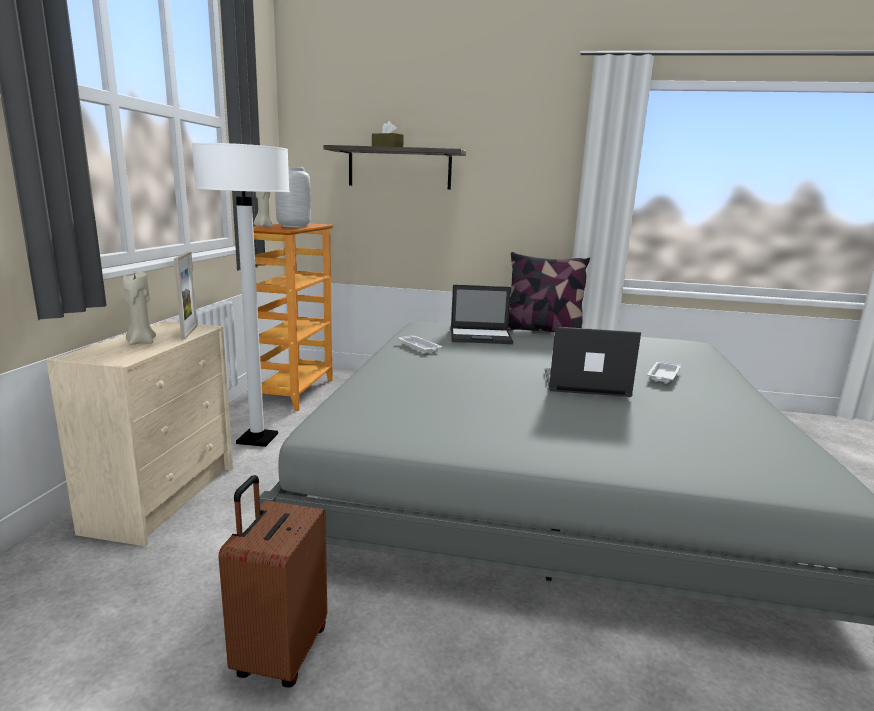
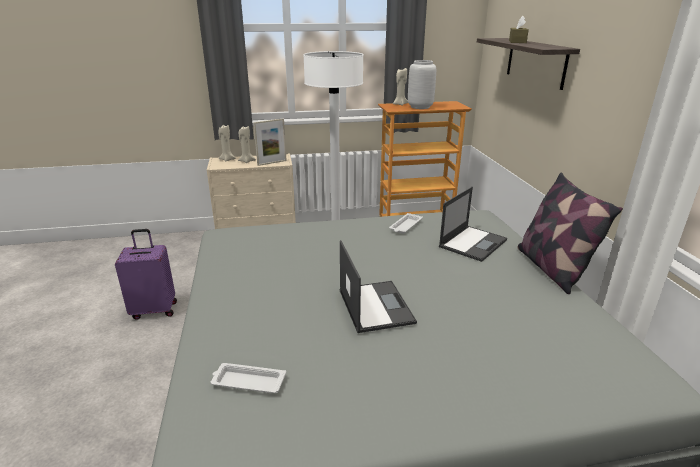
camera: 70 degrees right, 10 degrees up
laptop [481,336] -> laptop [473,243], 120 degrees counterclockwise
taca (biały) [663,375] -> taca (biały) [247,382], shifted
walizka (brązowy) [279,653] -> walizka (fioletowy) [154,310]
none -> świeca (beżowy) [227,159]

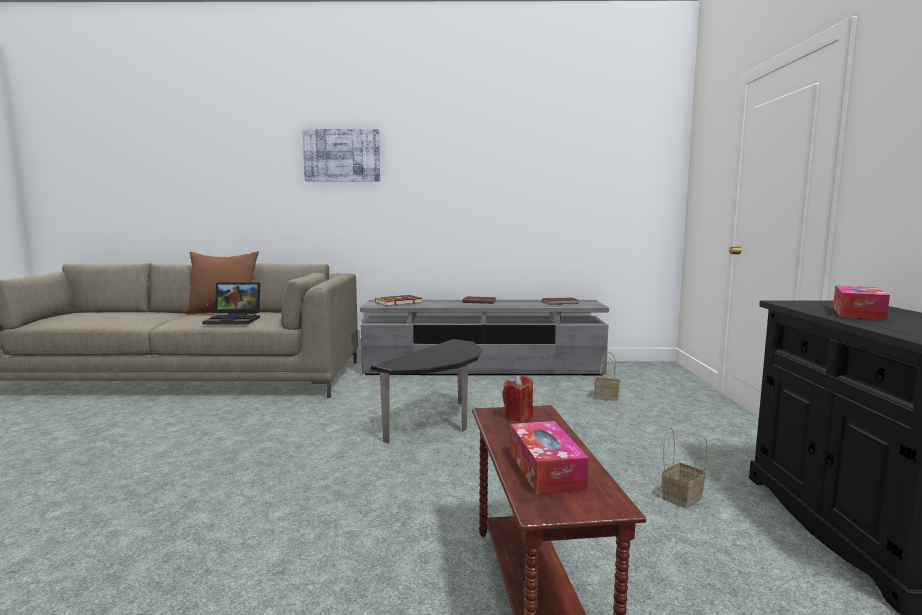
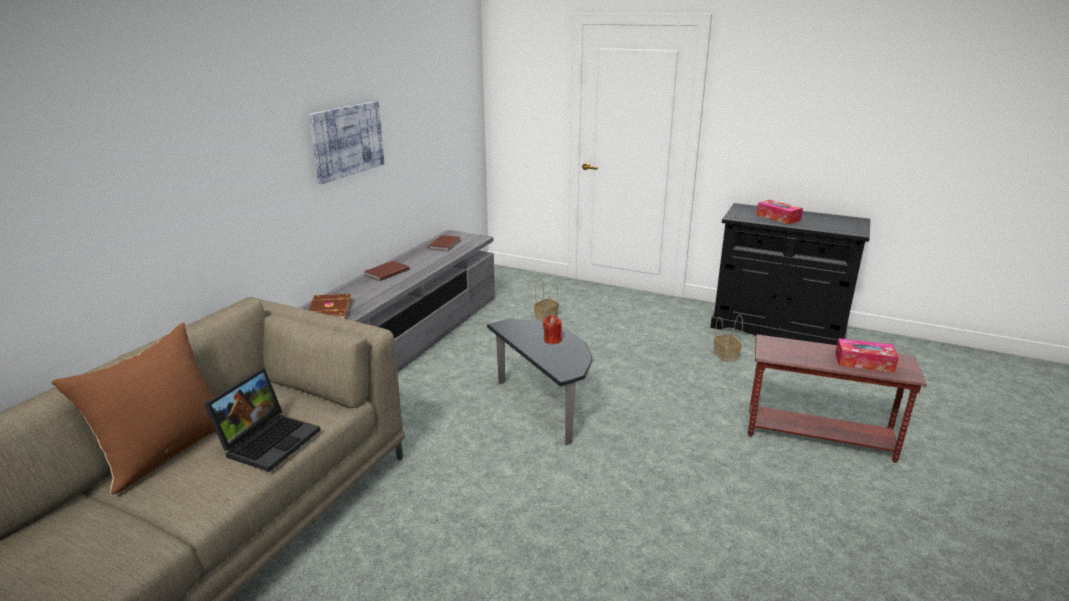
camera: 65 degrees left, 15 degrees up
obraz [342,155] -> obraz [347,140], shifted
świeca (czerwony) [518,416] -> świeca (czerwony) [552,340], shifted

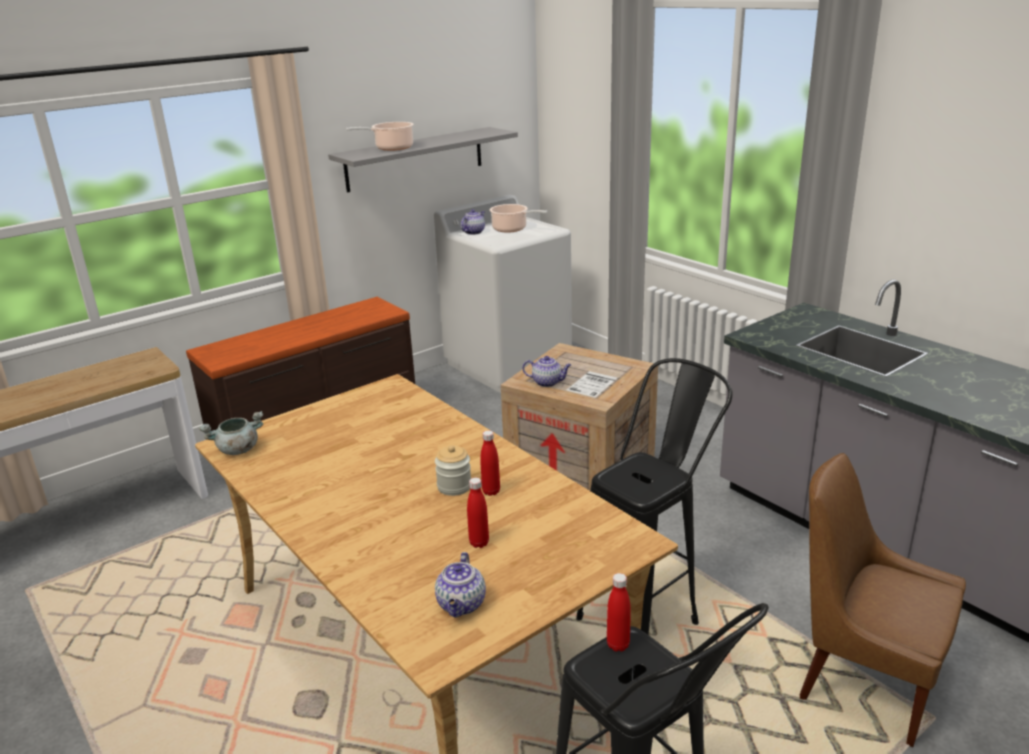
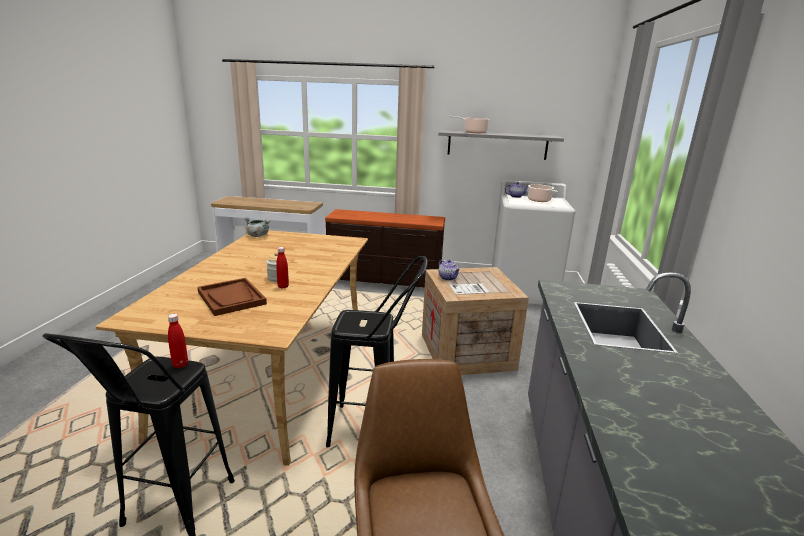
camera: 45 degrees right, 5 degrees down
butelka (czerwony) [479,543] -> taca (brązowy) [231,298]
imbryk [462,605] -> none

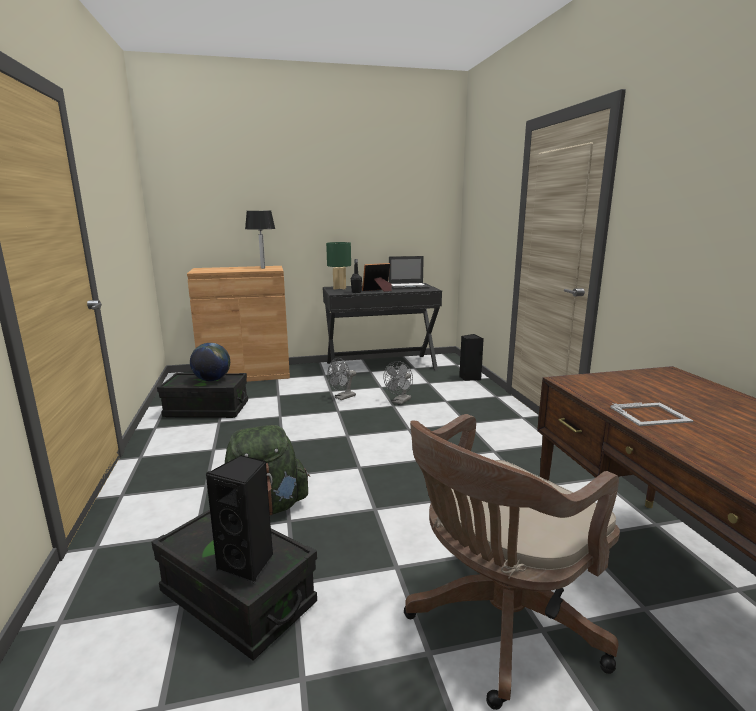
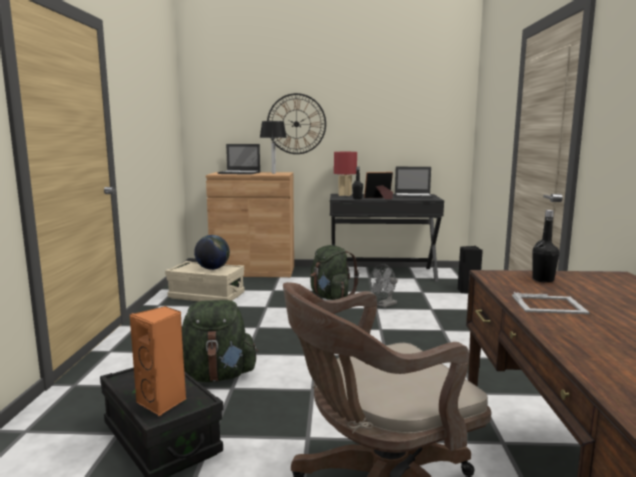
camera: 15 degrees right, 5 degrees down
lampa stołowa (zielony) [339,288] -> lampa stołowa (czerwony) [344,195]
wentylator (szary) [342,397] -> plecak (zielony) [331,297]
pojemnik do przechowywania (czarny) [207,410] -> pojemnik do przechowywania (beżowy) [206,296]
głośnik (czarny) [248,564] -> głośnik (pomarańczowy) [163,402]
none -> zegar ścienny [296,124]
none -> laptop [240,173]
none -> butelka (czarny) [543,280]

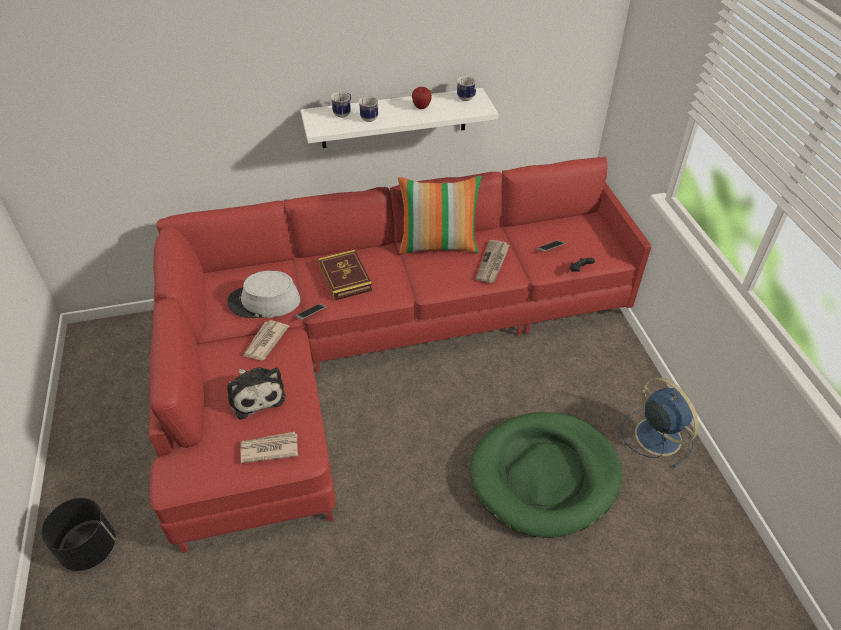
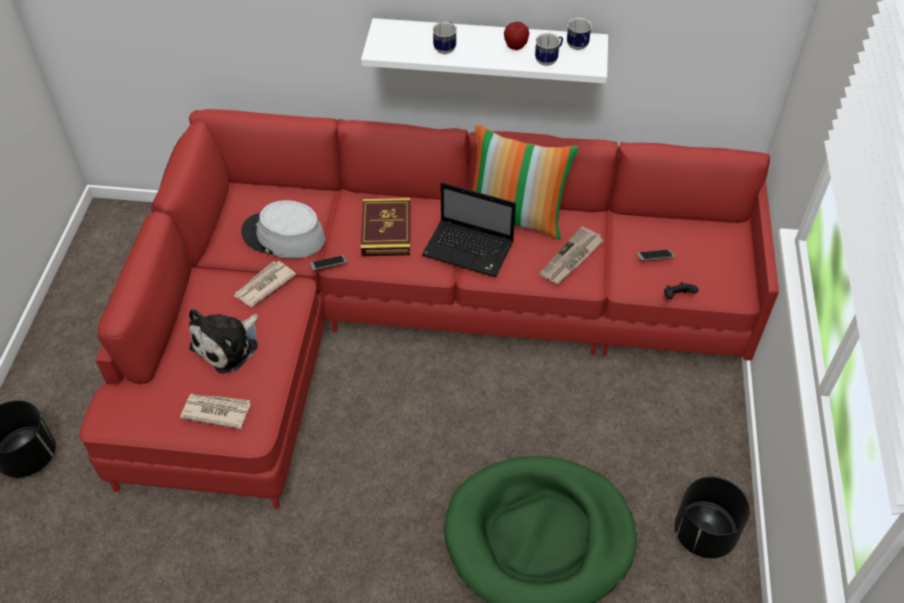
camera: 20 degrees right, 5 degrees up
kubek [343,113] -> kubek [548,60], shifted
pluszak [256,394] -> pluszak [228,345], 45 degrees clockwise
wentylator (niebieski) [656,435] -> donica (czarny) [703,533]
none -> laptop [470,249]

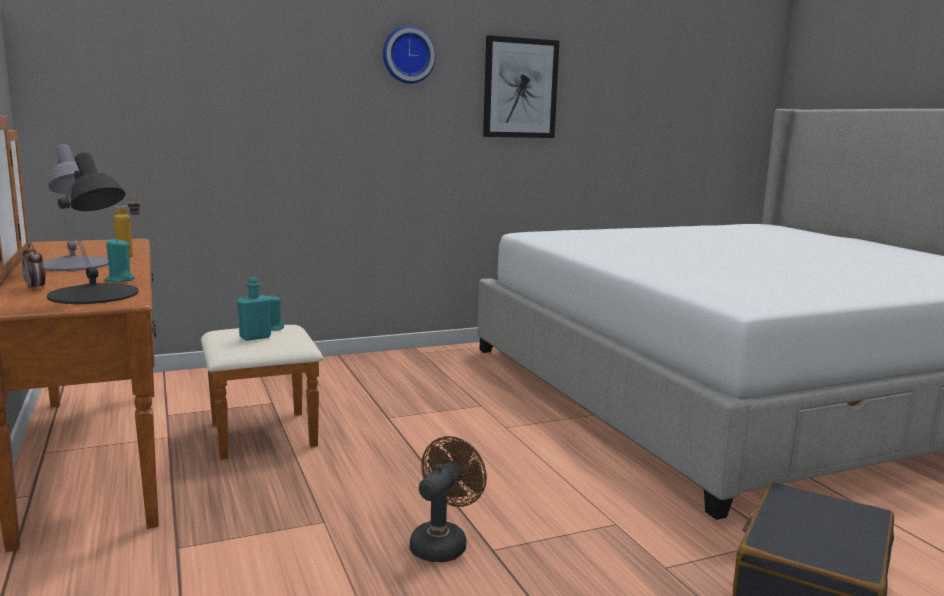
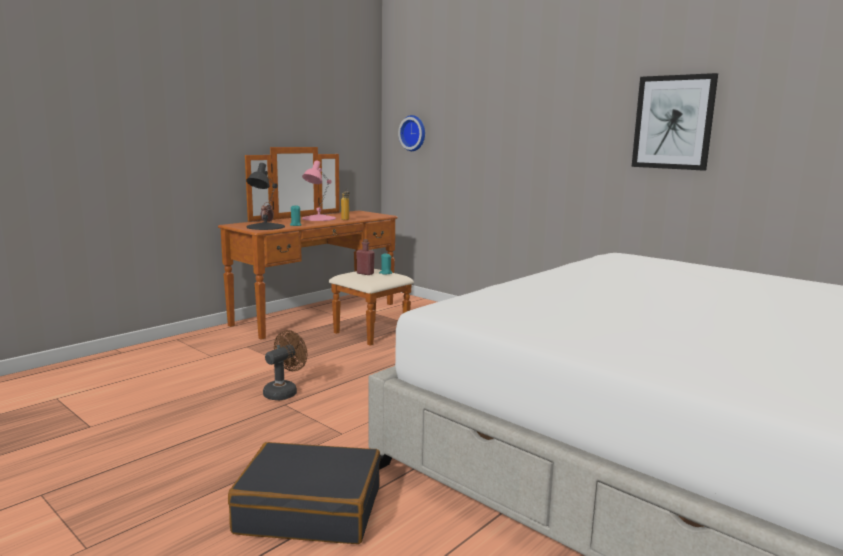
camera: 65 degrees right, 0 degrees up
zegar ścienny [407,55] -> zegar ścienny [414,133], shifted
lampa stołowa (szary) [73,264] -> lampa stołowa (różowy) [318,218]
butelka (turkusowy) [255,337] -> butelka (czerwony) [365,273]
wentylator (brązowy) [443,543] -> wentylator (brązowy) [284,392], 60 degrees counterclockwise

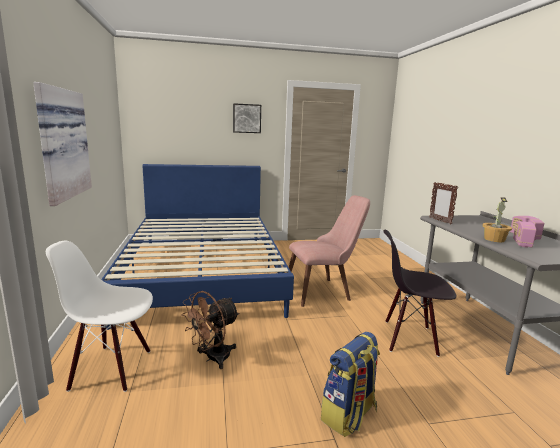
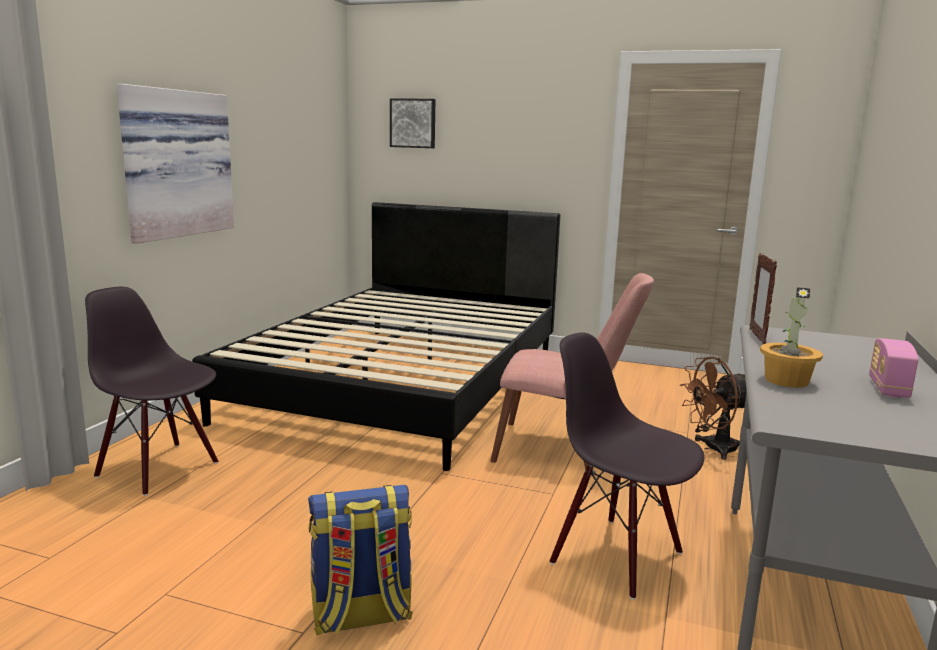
camera: 30 degrees right, 0 degrees up
obraz [247,118] -> obraz [413,123], shifted
łóżko (niebieski) [204,272] -> łóżko (czarny) [404,383]
radio [521,243] -> none
krzesło (biały) [112,368] -> krzesło (czarny) [159,468]
wentylator (brązowy) [212,358] -> wentylator (brązowy) [713,448], shifted

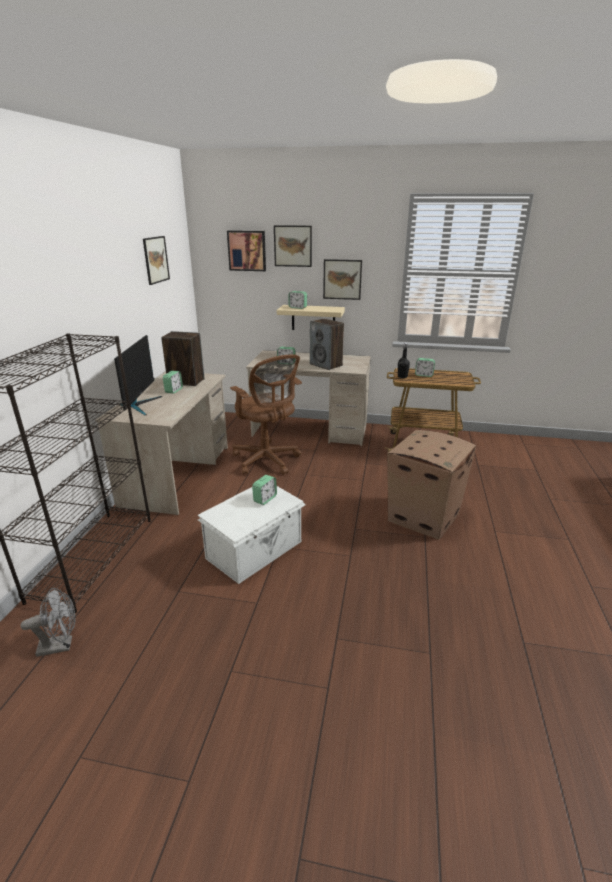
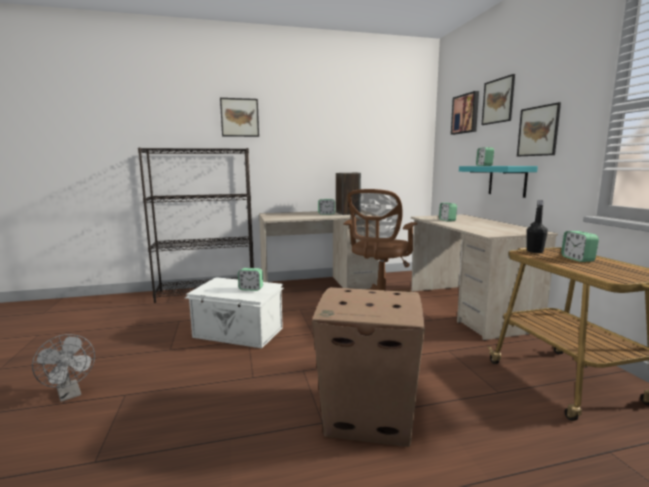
camera: 65 degrees right, 15 degrees down
obraz [156,260] -> obraz [239,117], shifted
półka (beżowy) [313,318] -> półka (turkusowy) [507,181]
głośnik [326,365] -> none
monitor [139,405] -> none
wentylator (szary) [61,645] -> wentylator (szary) [70,394], shifted

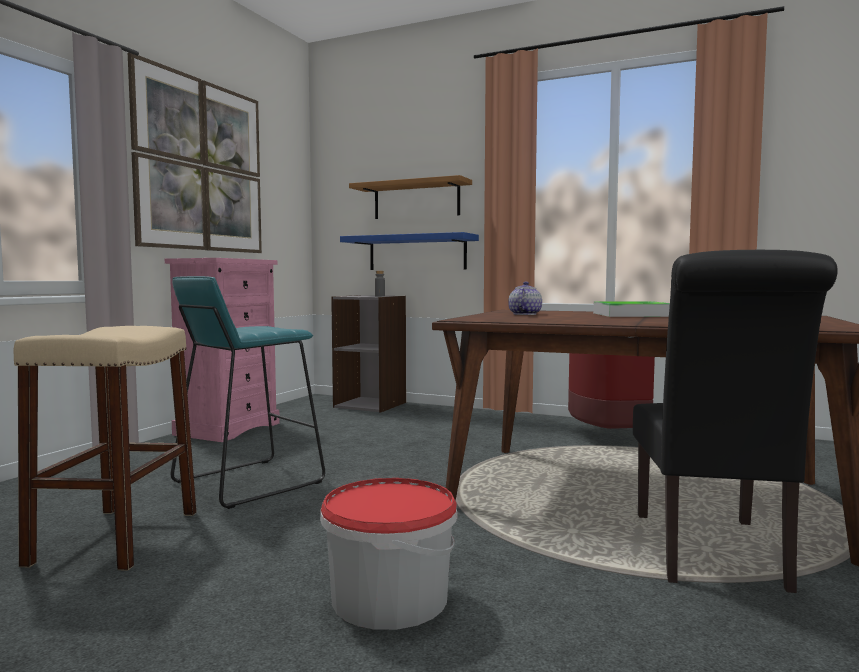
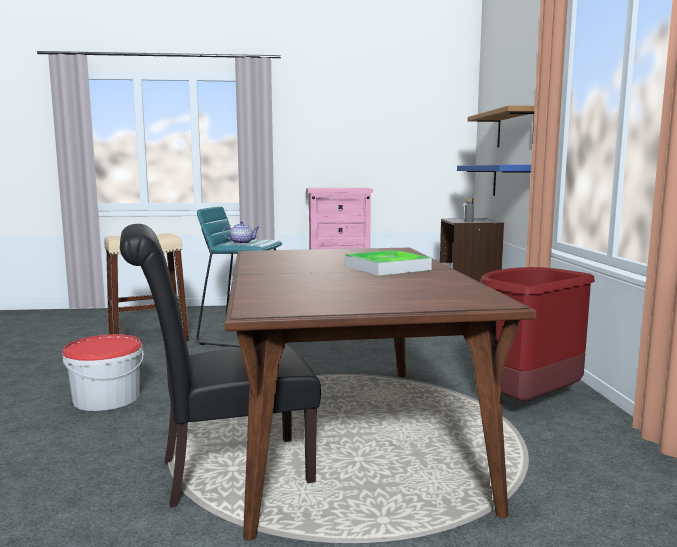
camera: 60 degrees right, 5 degrees up
obraz [201,166] -> none
imbryk [524,314] -> imbryk [242,243], shifted

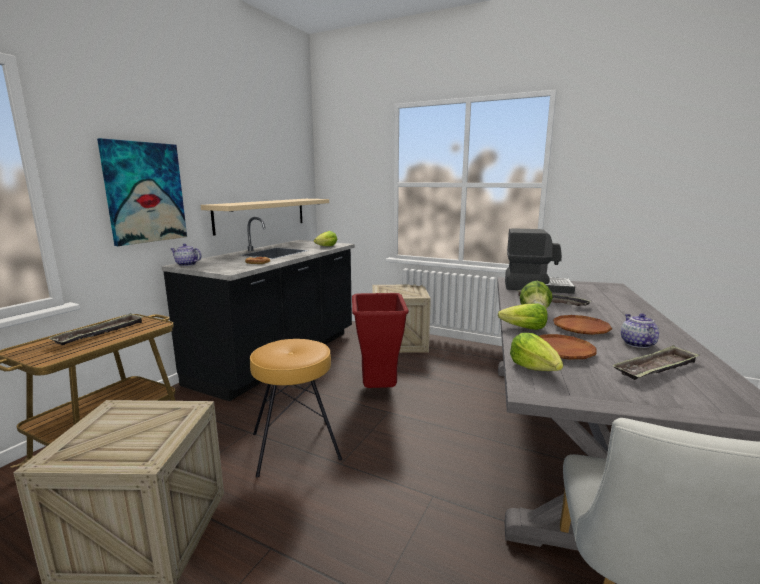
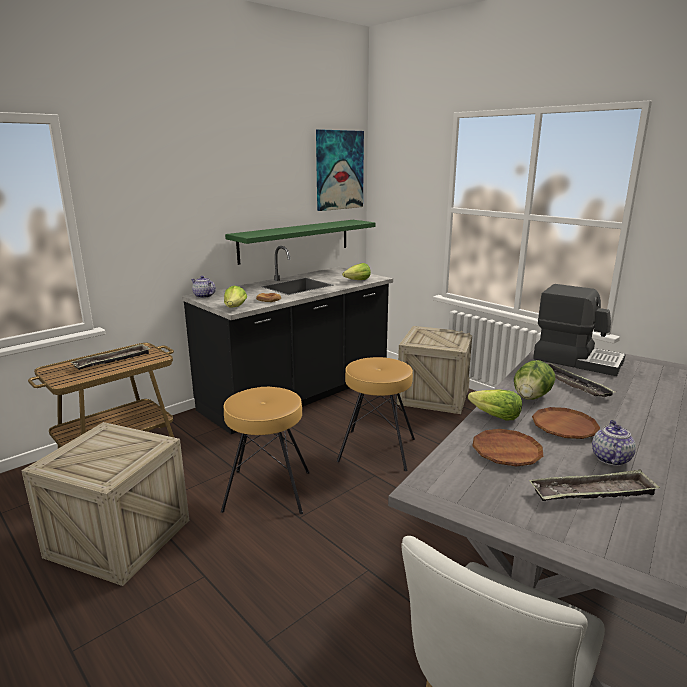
camera: 20 degrees right, 5 degrees up
obraz [145,192] -> obraz [339,170], shifted
półka (beżowy) [262,214] -> półka (zielony) [295,240]
kosz na śmieci (czerwony) [377,390] -> stołek (brązowy) [377,449]
sałata [535,368] -> sałata [235,308], shifted

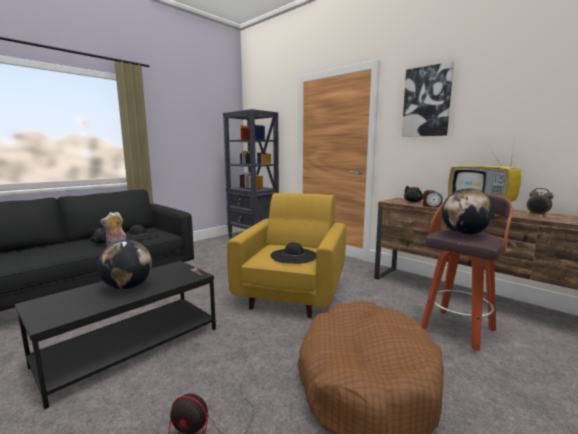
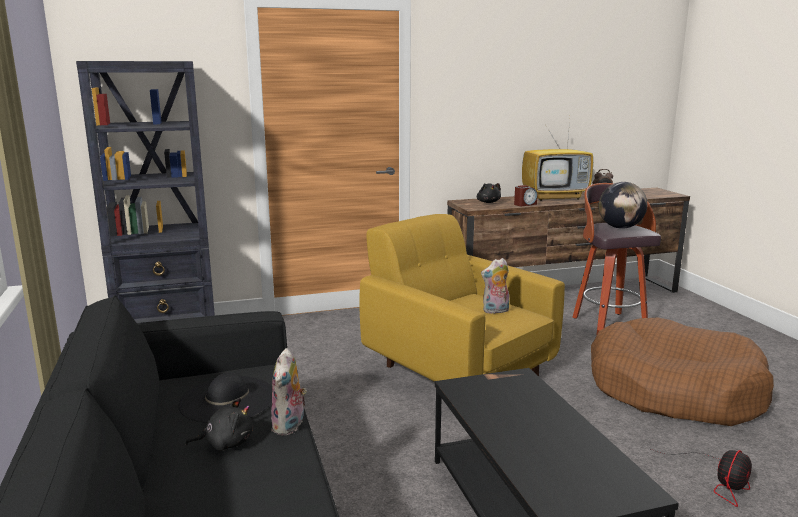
camera: 60 degrees left, 5 degrees up
obraz [427,102] -> none
globus [128,287] -> none
kapelusz (czarny) [294,255] -> pluszak [495,311]

